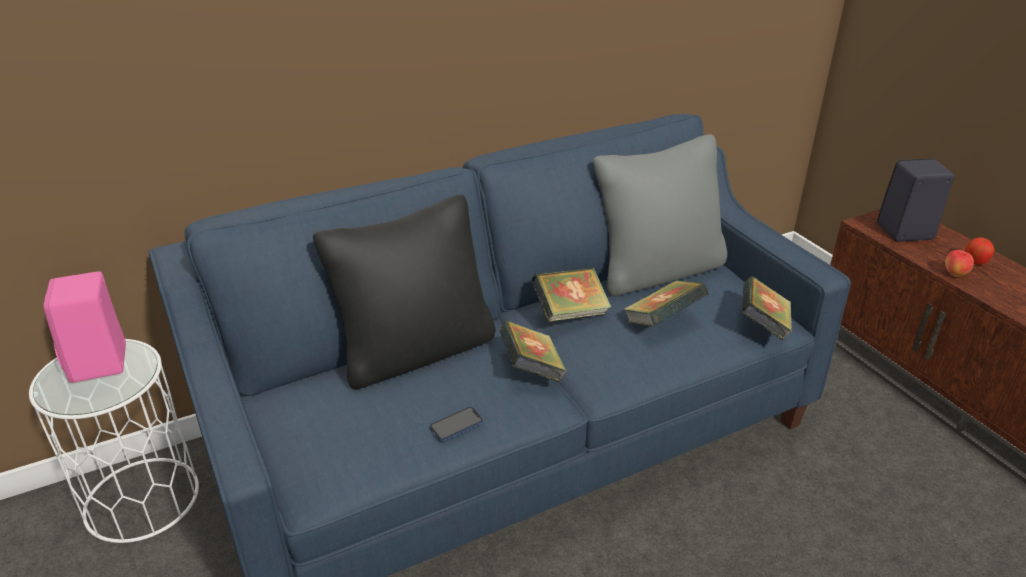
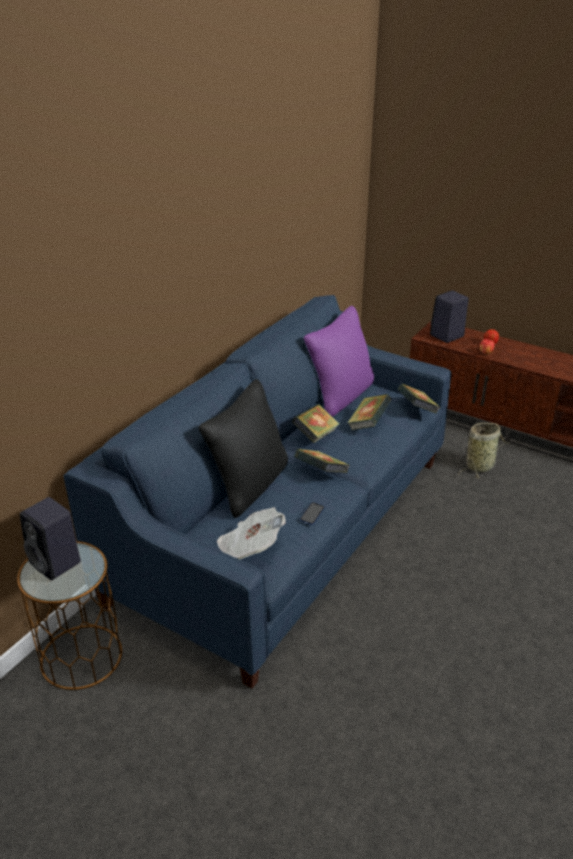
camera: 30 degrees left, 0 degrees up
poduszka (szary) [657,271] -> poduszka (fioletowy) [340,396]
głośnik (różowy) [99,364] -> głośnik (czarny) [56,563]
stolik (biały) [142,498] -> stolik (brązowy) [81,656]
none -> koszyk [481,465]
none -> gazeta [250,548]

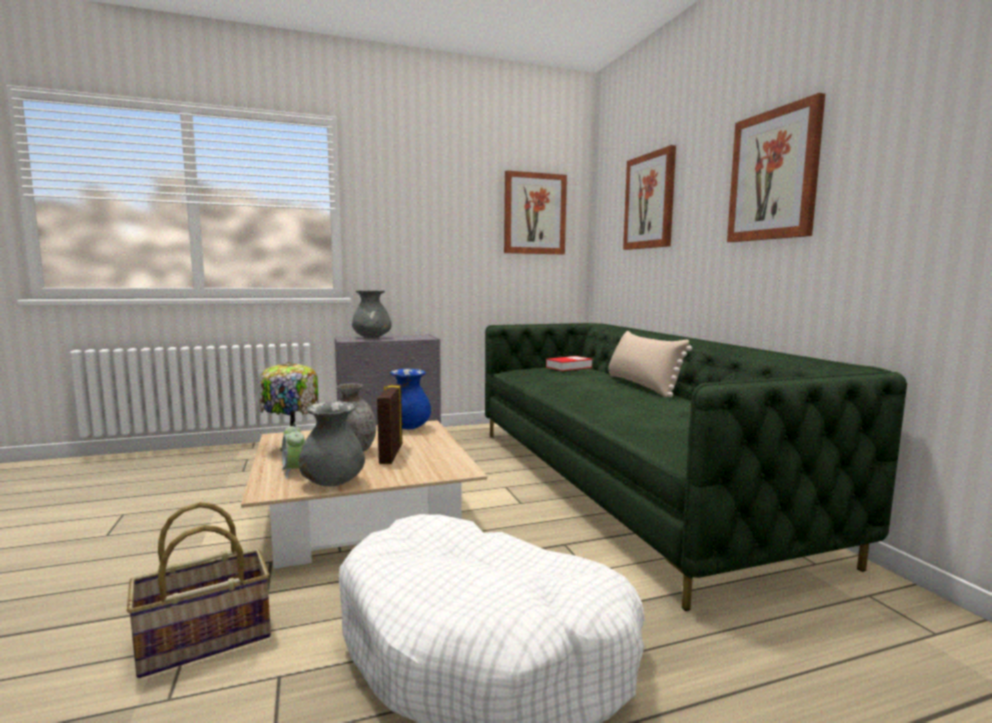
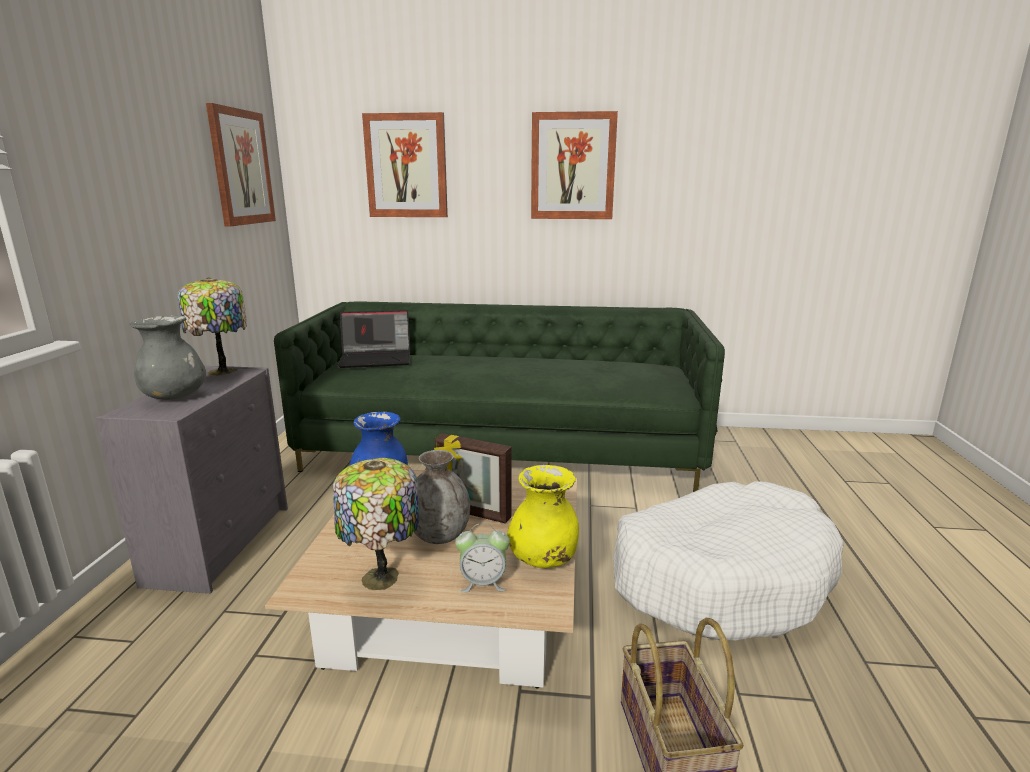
camera: 65 degrees left, 10 degrees up
poduszka (beżowy) [642,385] -> none
książka [569,367] -> laptop [377,359]
wazon (szary) [332,483] -> wazon (żółty) [543,559]
none -> lampa stołowa [222,372]

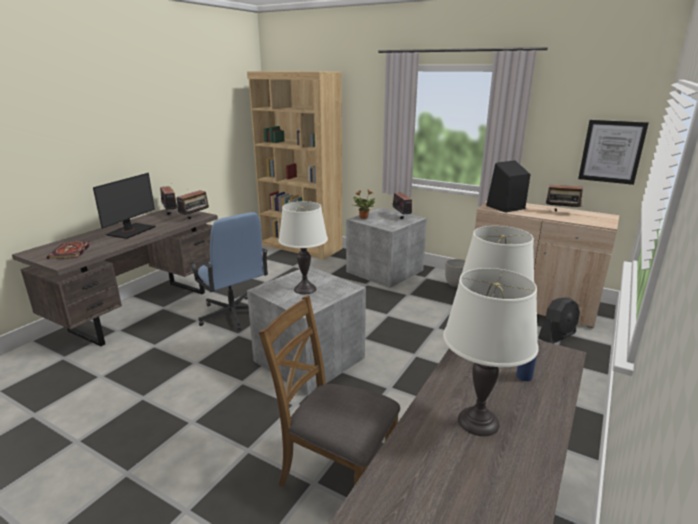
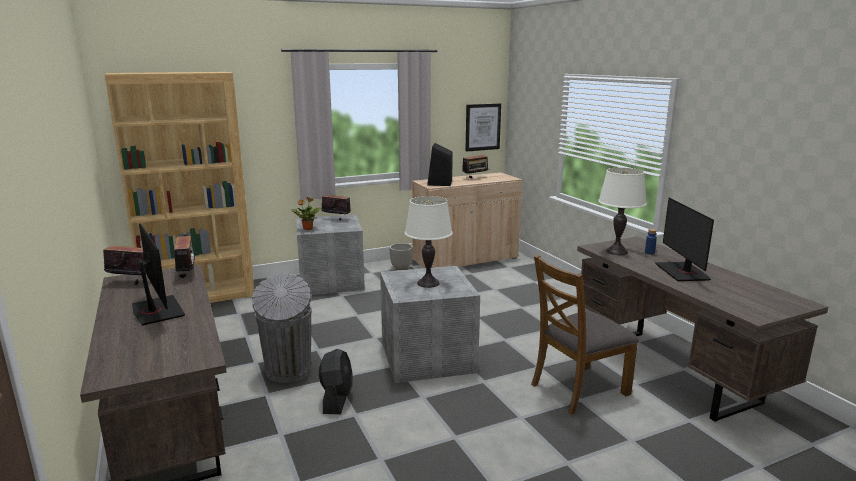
camera: 55 degrees left, 5 degrees down
krzesło biurowe (niebieski) [233,314] -> kosz na śmieci (szary) [288,372]
książka [70,252] -> none
lampa stołowa (biały) [478,422] -> monitor [682,272]
wentylator (czarny) [557,336] -> wentylator (czarny) [337,399], shifted

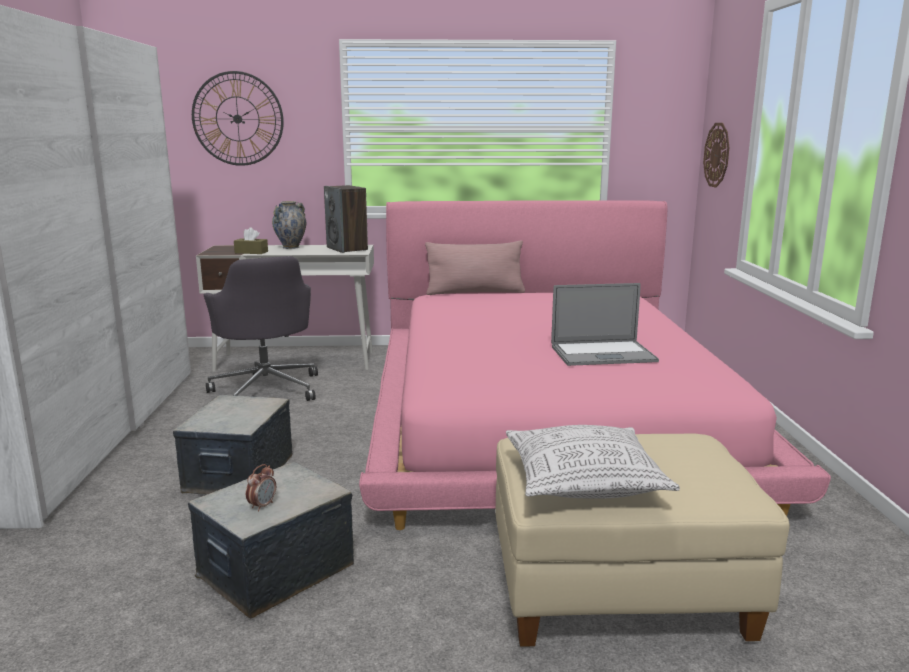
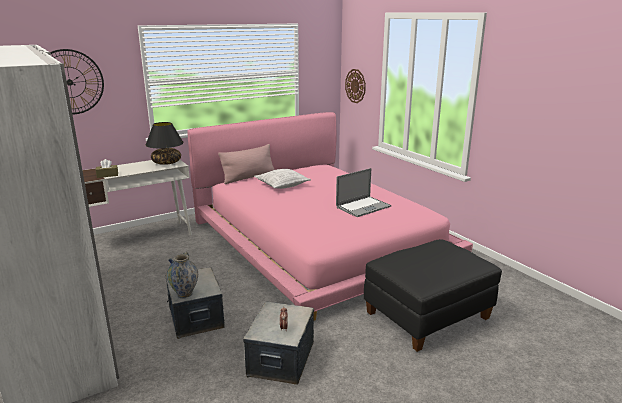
camera: 30 degrees left, 5 degrees up
głośnik [347,249] -> lampa stołowa (czarny) [167,162]
wazon [291,247] -> wazon [184,294], shifted
krzesło biurowe (szary) [267,389] -> none
poduszka [584,482] -> poduszka [282,185], shifted
pufa (beżowy) [618,590] -> pufa (czarny) [427,316]

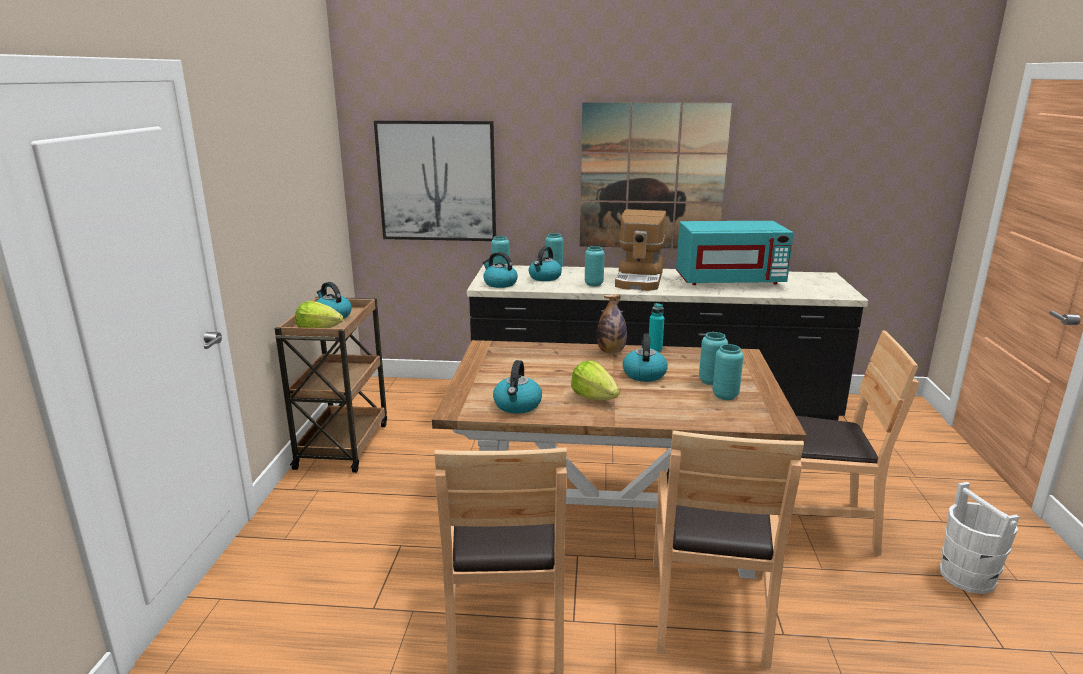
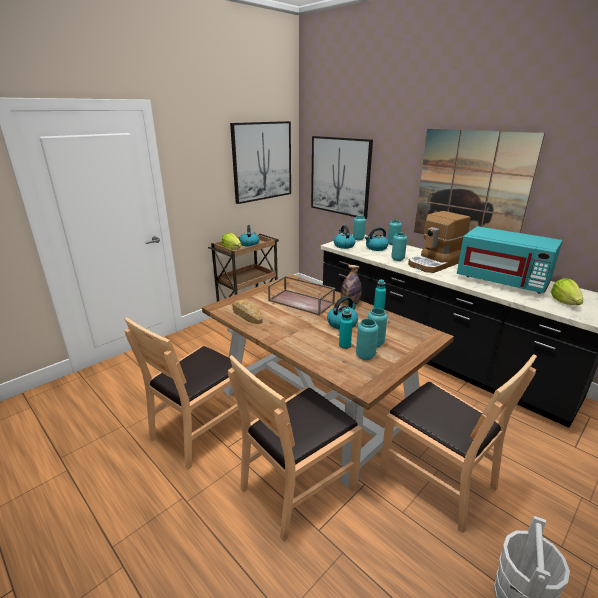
camera: 40 degrees right, 5 degrees up
czajnik [517,405] -> chleb [247,315]
sałata [594,397] -> sałata [565,302], shifted
none -> obraz [262,161]
none -> taca (brązowy) [302,302]
none -> butelka (turkusowy) [344,345]

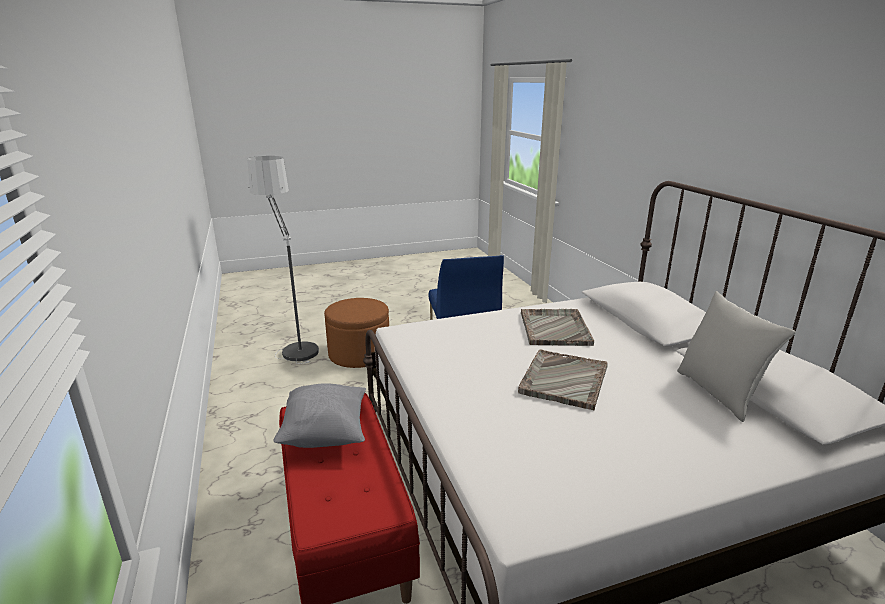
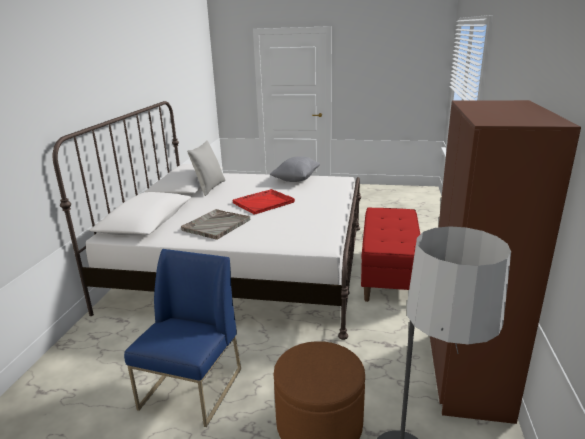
camera: 150 degrees left, 0 degrees up
taca (szary) [563,380] -> taca (czerwony) [264,202]
poduszka (szary) [325,434] -> poduszka (szary) [296,179], shifted
none -> szafa (brązowy) [465,375]

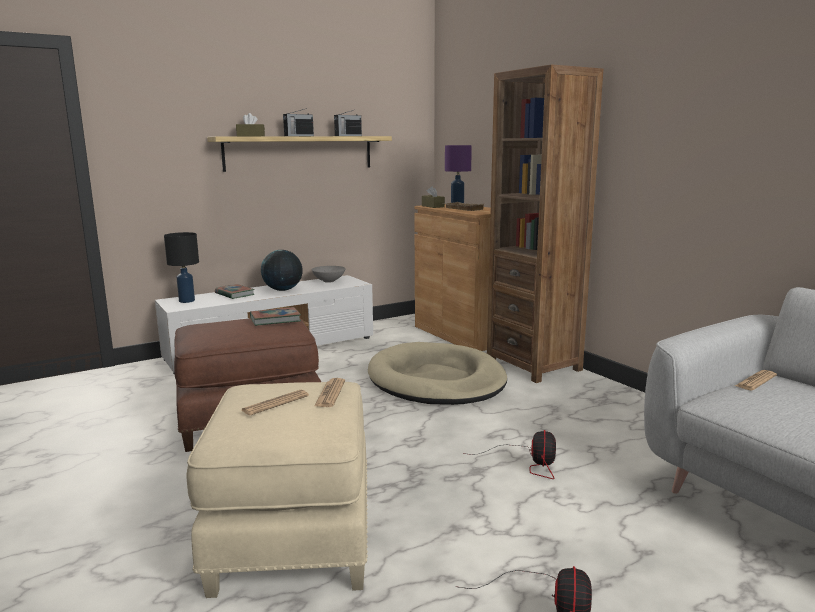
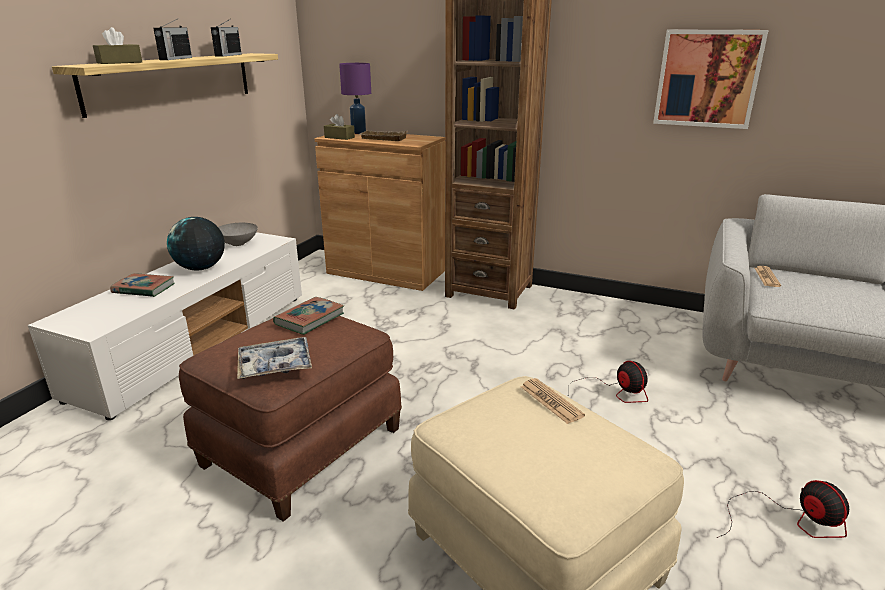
camera: 35 degrees left, 10 degrees up
lampa stołowa (czarny) [186,301] -> none
legowisko (beżowy) [436,380] -> none
gazeta [275,403] -> none
none -> obraz [707,79]
none -> taca [275,365]

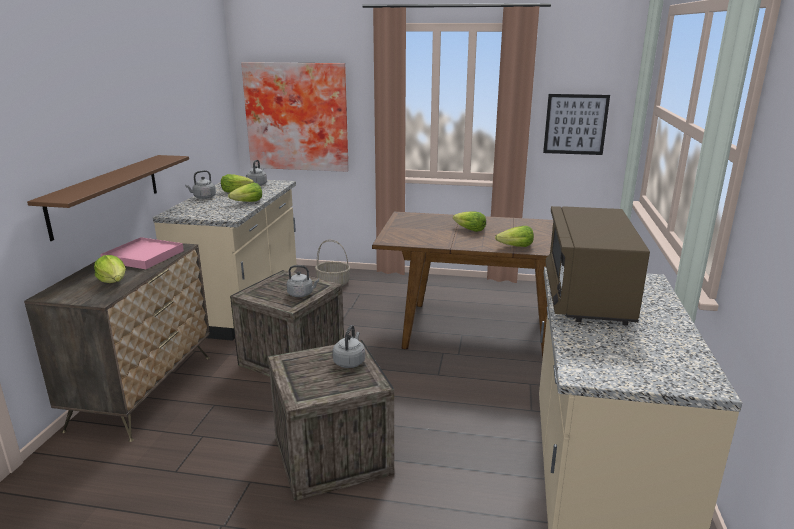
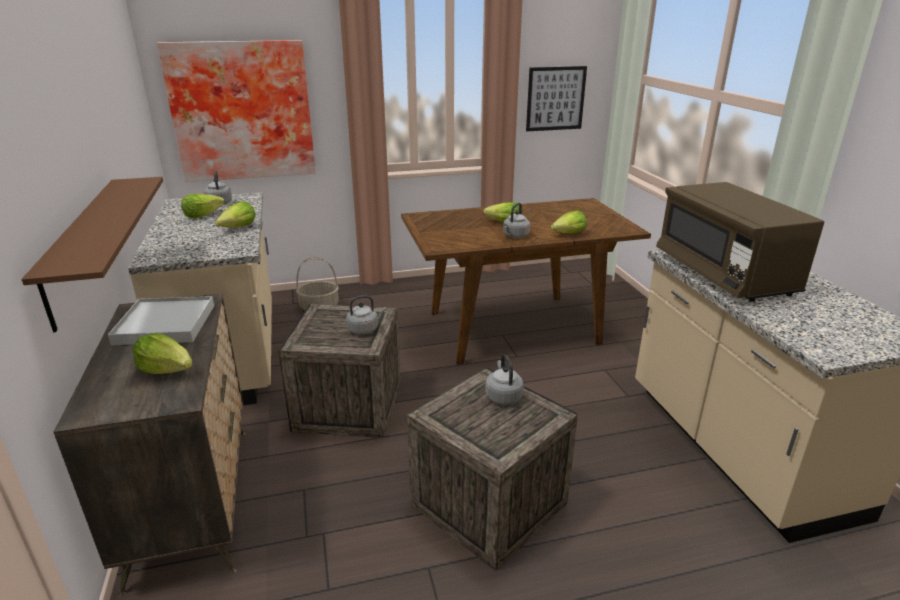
camera: 25 degrees left, 5 degrees up
czajnik (szary) [203,197] -> czajnik (szary) [515,236], shifted
taca (różowy) [144,256] -> taca (biały) [166,324]

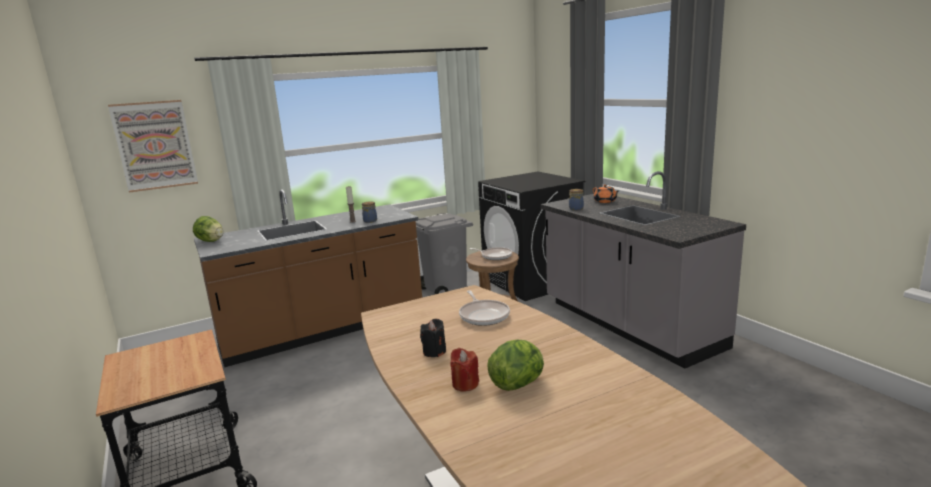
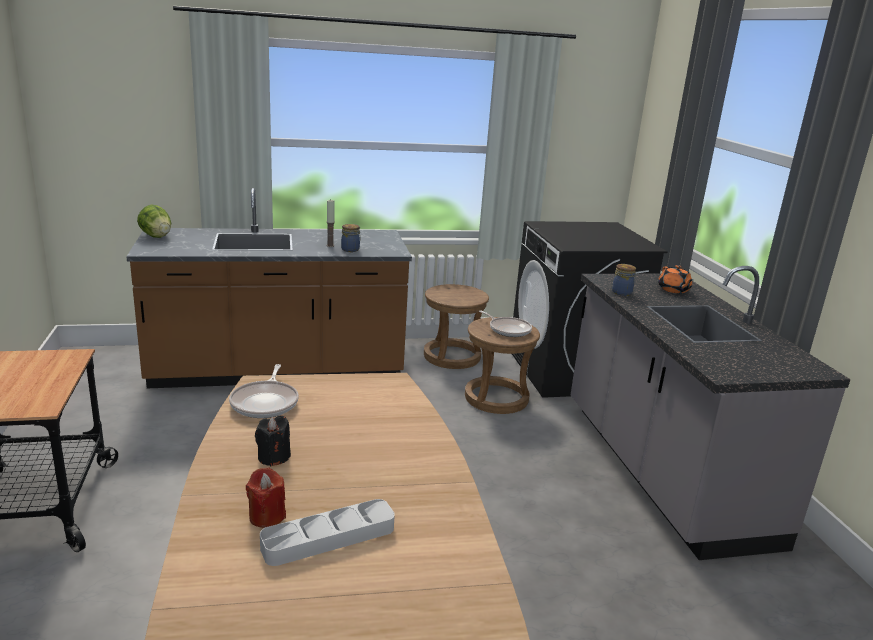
camera: 15 degrees right, 5 degrees up
obraz [155,145] -> none
kosz na śmieci (szary) [446,291] -> stołek (brązowy) [452,356]
patelnia [483,315] -> patelnia [266,402], shifted
sałata [518,384] -> taca (szary) [328,538]

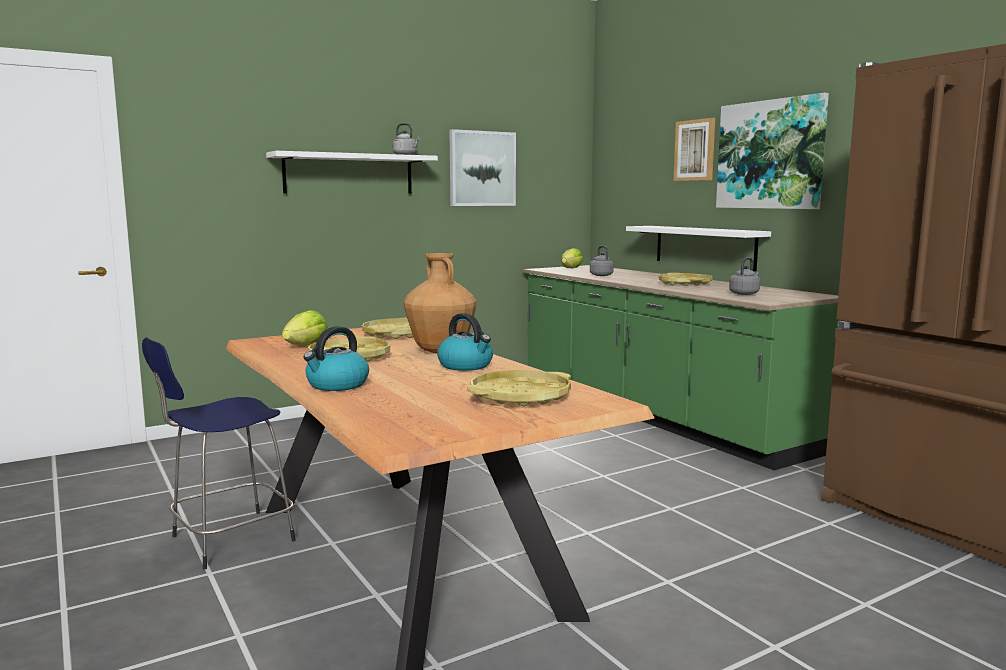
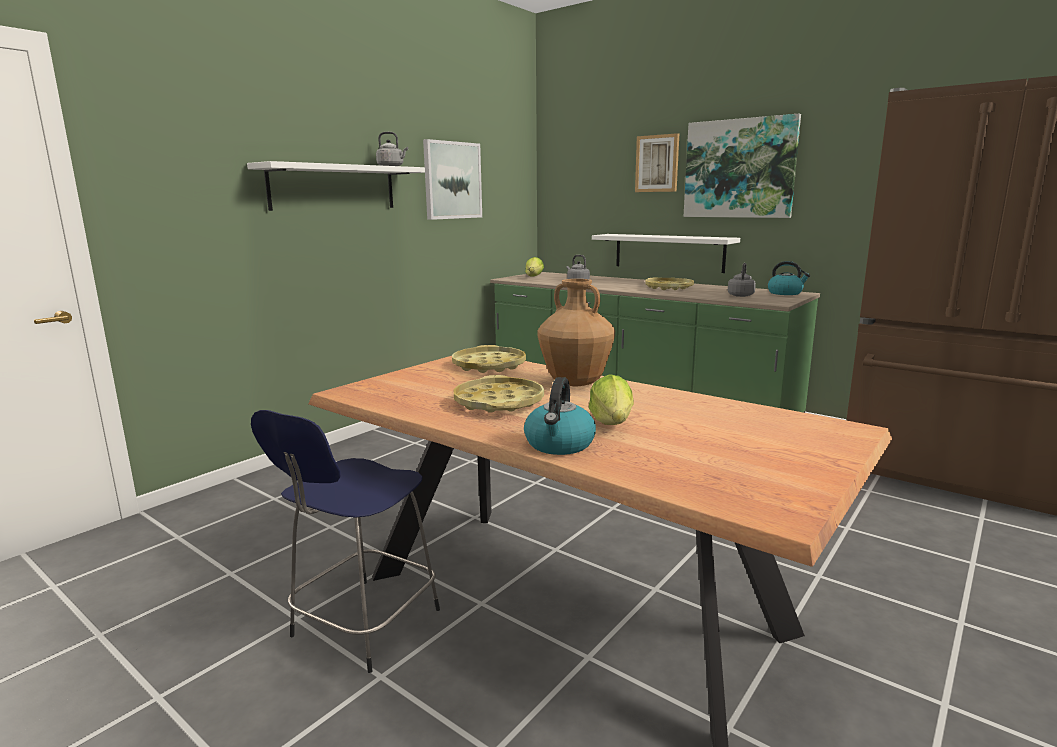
camera: 20 degrees left, 5 degrees up
sałata [306,346] -> sałata [612,423], shifted
czajnik [466,366] -> czajnik [785,293], shifted
taca (żółty) [520,396] -> none

